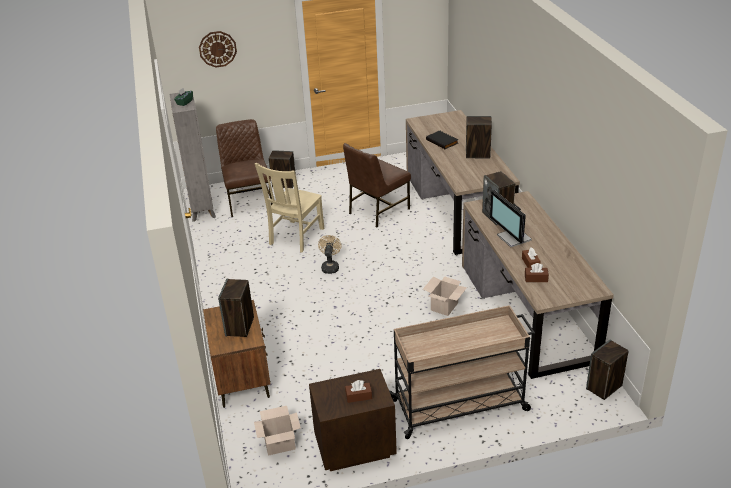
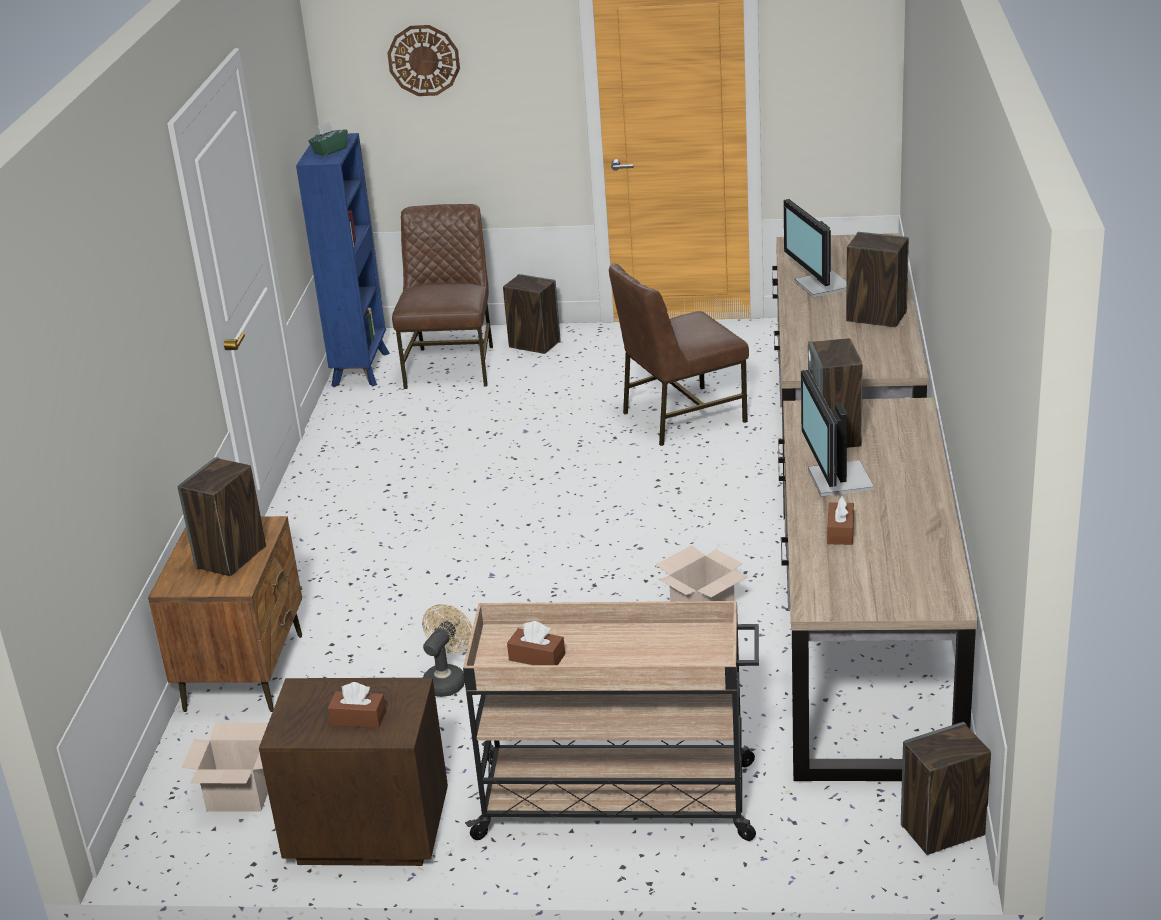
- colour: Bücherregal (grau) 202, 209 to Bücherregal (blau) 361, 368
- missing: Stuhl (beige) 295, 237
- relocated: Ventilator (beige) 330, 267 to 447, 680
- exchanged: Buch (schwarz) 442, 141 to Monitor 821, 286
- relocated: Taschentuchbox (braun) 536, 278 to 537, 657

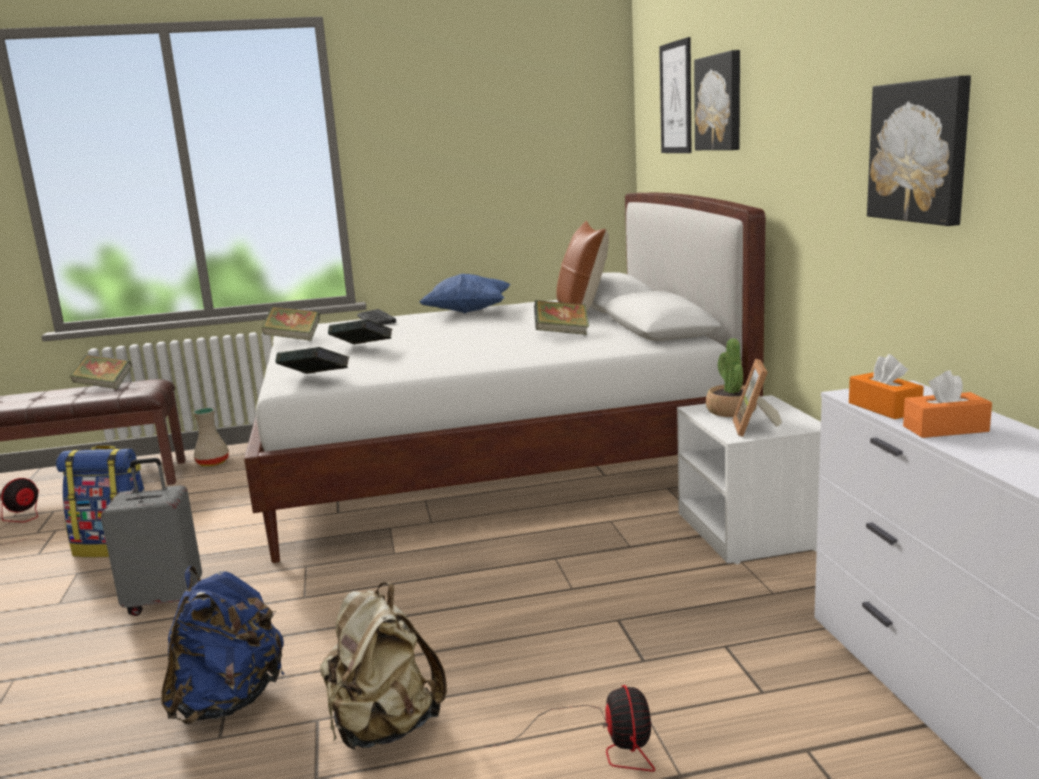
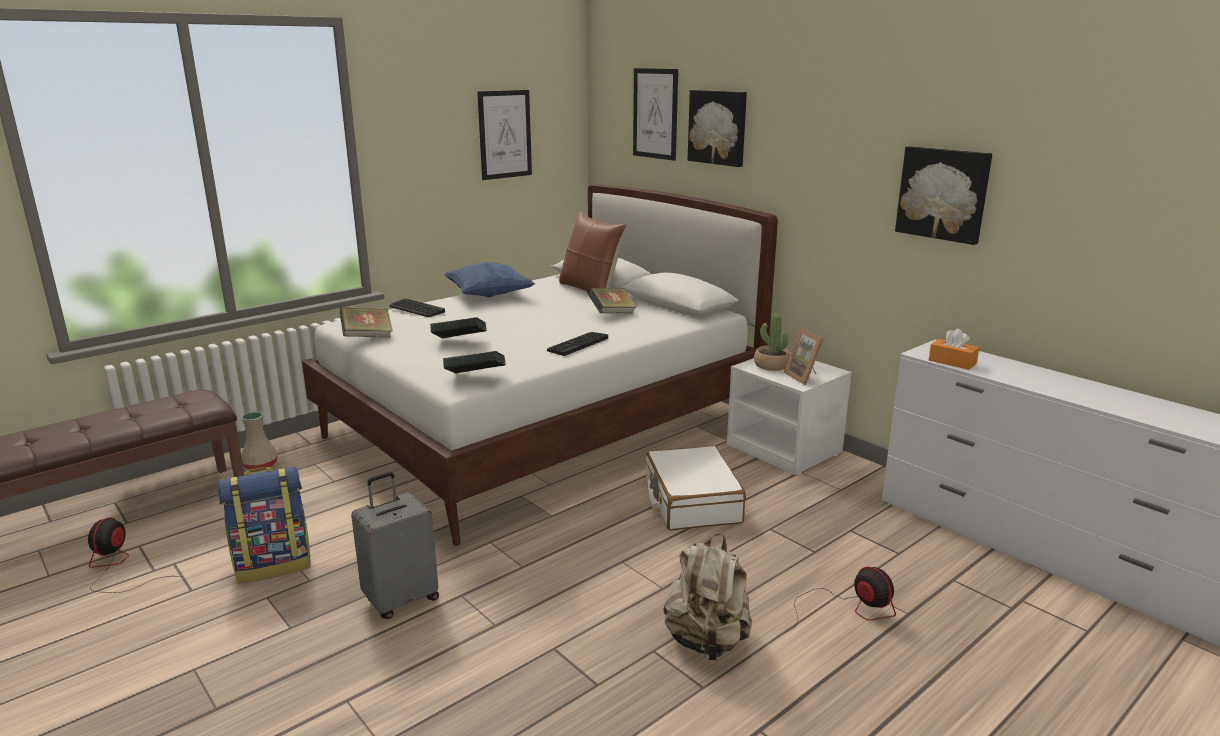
- missing: Buch 104, 386
- missing: Rucksack (blau) 229, 701
- missing: Taschentuchbox (orange) 945, 429
- appeared: Bild 505, 134
- appeared: Tastatur 577, 344
- appeared: Koffer (weiß) 691, 502

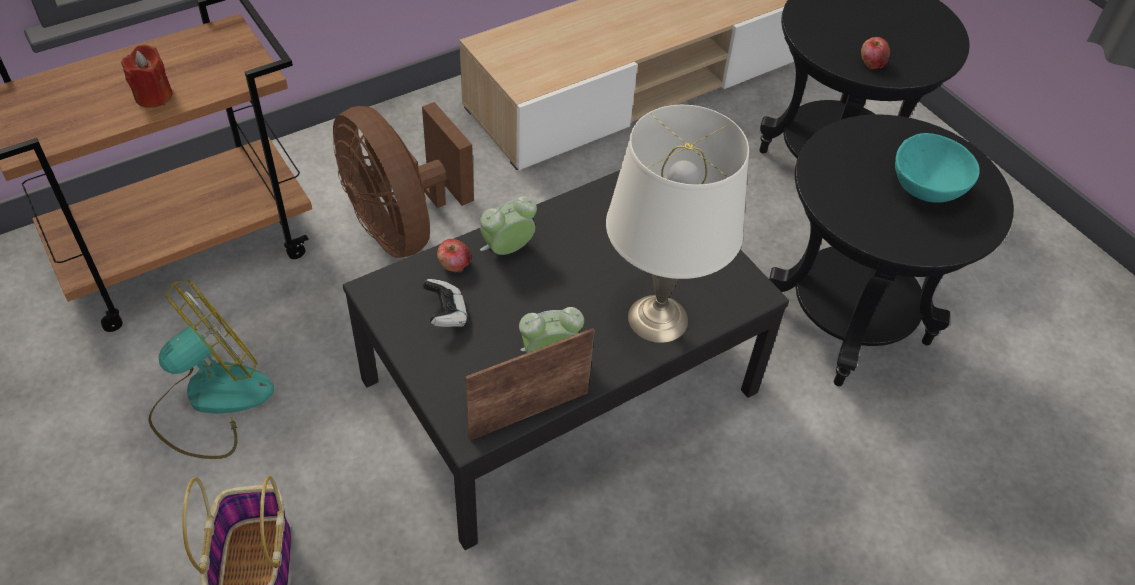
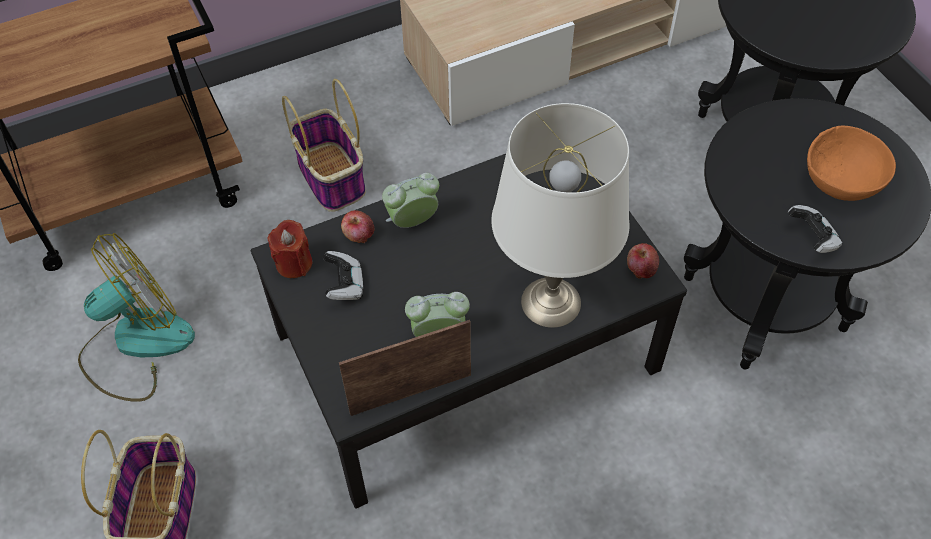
- relocated: Kerze (rot) 153, 96 to 294, 263
- exchanged: Ventilator (braun) 402, 225 to Korb 332, 178
- relocated: Apfel 872, 63 to 641, 269
- colour: Schüssel (türkis) 926, 189 to Schüssel (orange) 840, 183
- appeared: Gamepad 812, 238

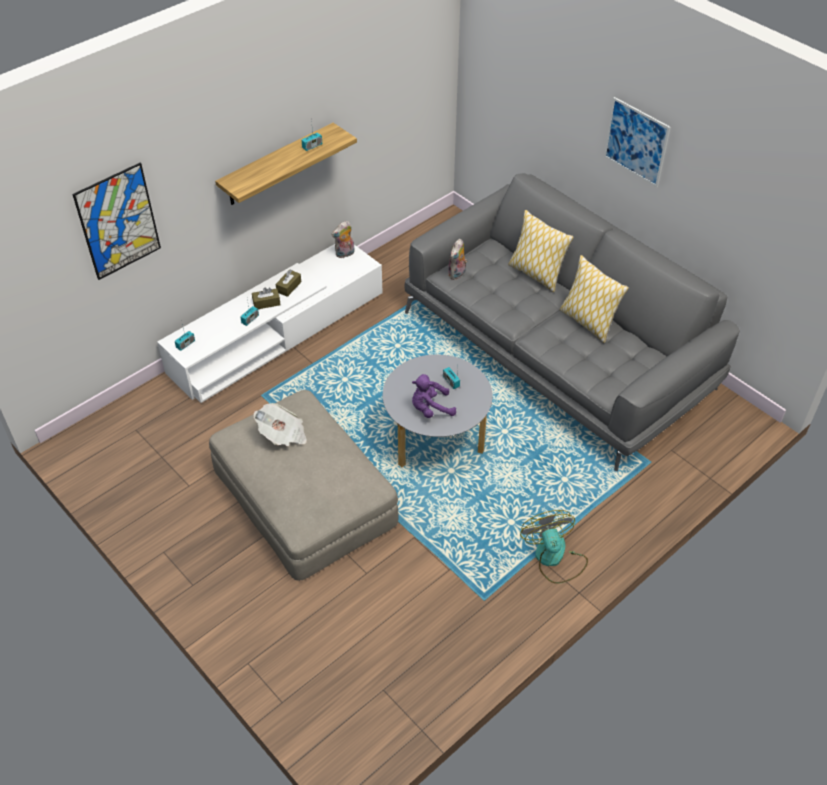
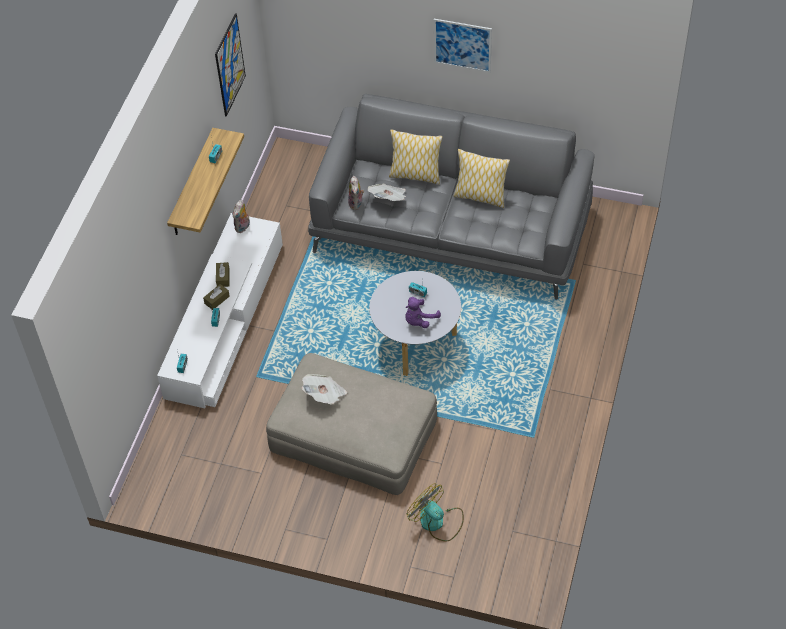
- relocated: Bild 118, 222 to 230, 65
- relocated: Ventilator 554, 558 to 437, 522
- appeared: Zeitung 389, 199

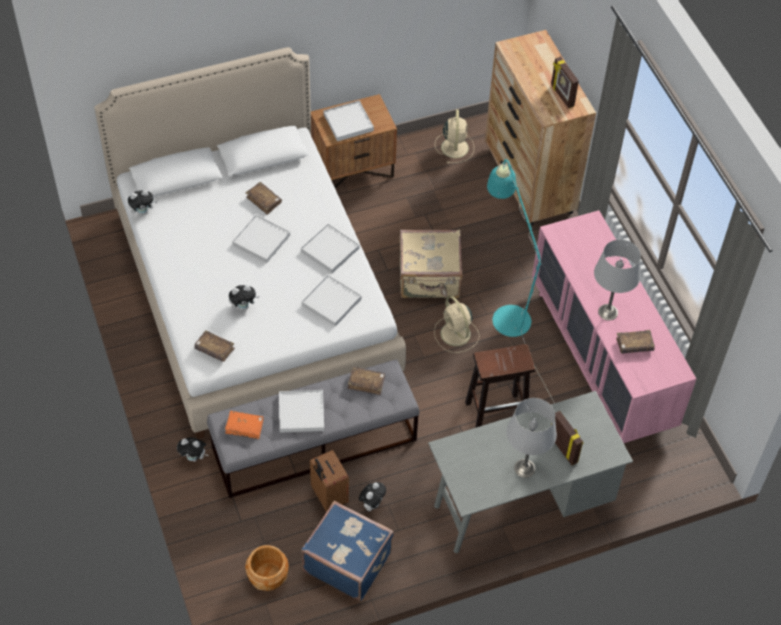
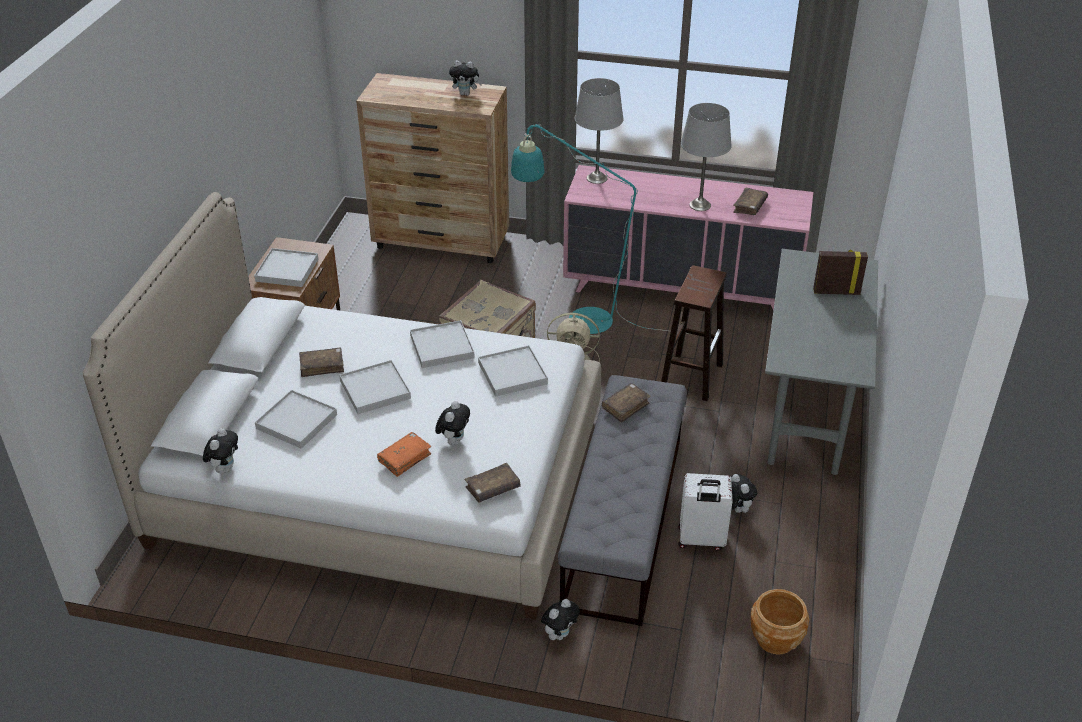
- relocated: Buch (orange) 244, 427 to 404, 458
- relocated: Tablett (weiß) 301, 412 to 296, 421
- missing: Koffer (blau) 347, 561
- colour: Koffer (braun) 328, 497 to Koffer (weiß) 701, 540
- missing: Ventilator (beige) 454, 147
- relocated: Tischlampe (grau) 524, 468 to 596, 178
- exchanged: Bilderrahmen 561, 96 to Plüschtier 466, 94

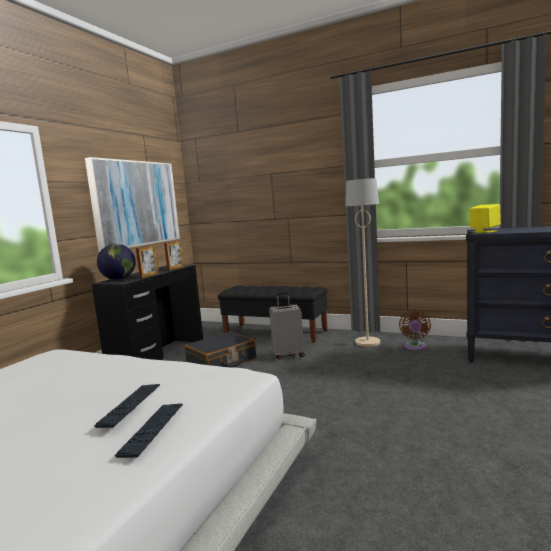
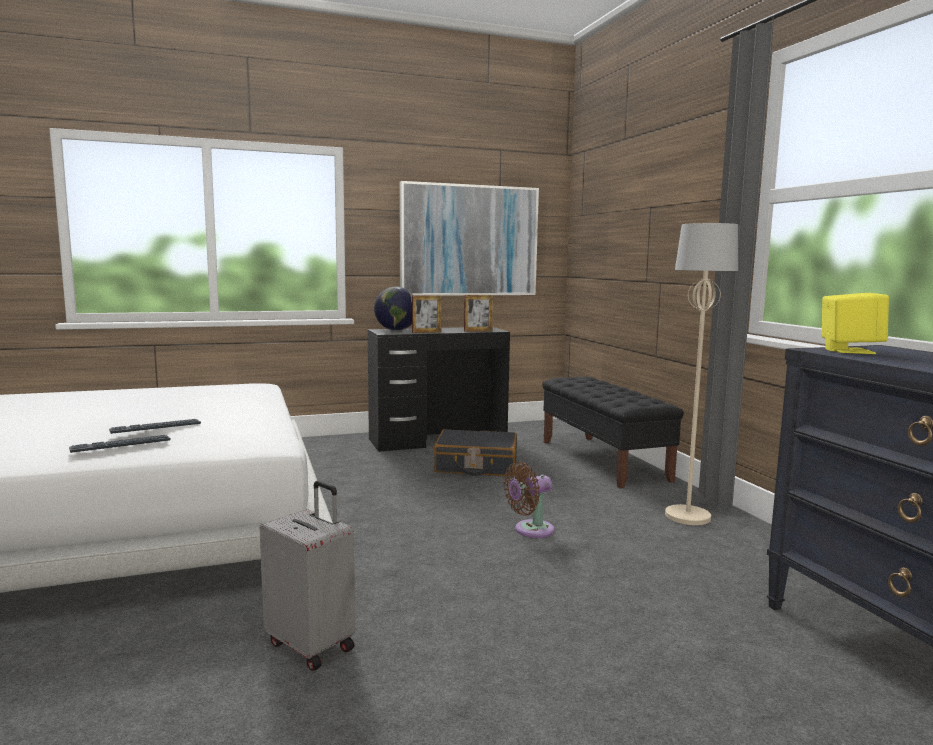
- relocated: Koffer (grau) 288, 354 to 312, 645
- relocated: Ventilator (braun) 415, 347 to 530, 530

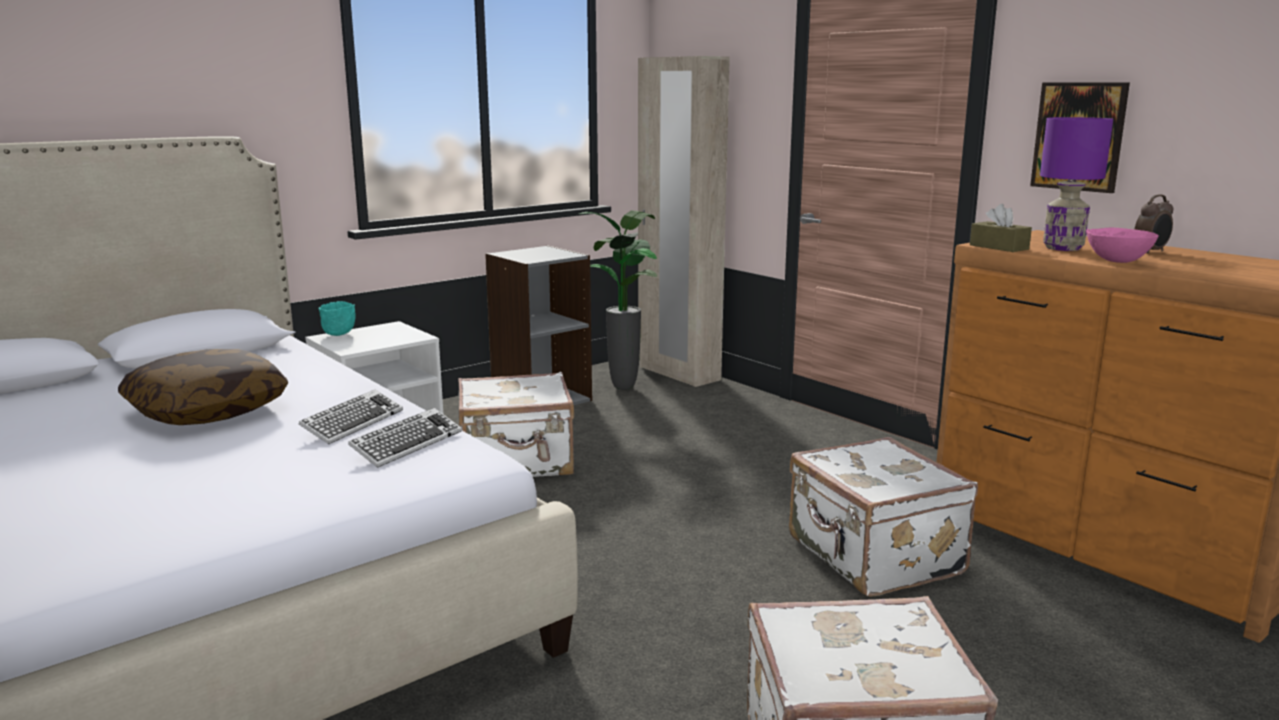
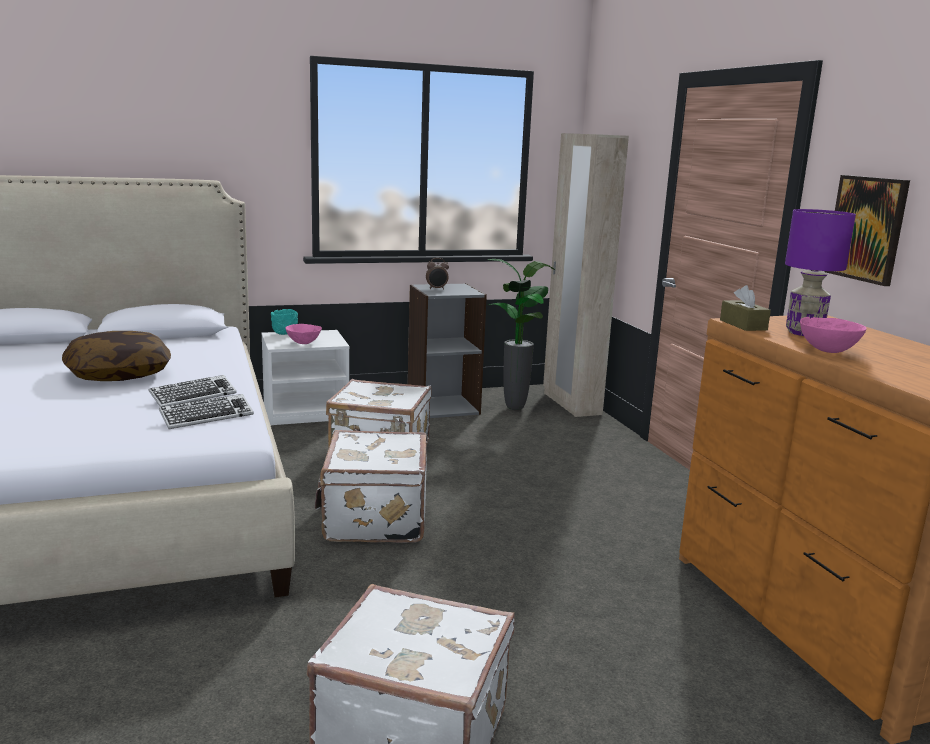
- relocated: Koffer (weiß) 872, 557 to 373, 519
- relocated: Wecker 1151, 251 to 437, 289
- appeared: Schüssel (rosa) 303, 343

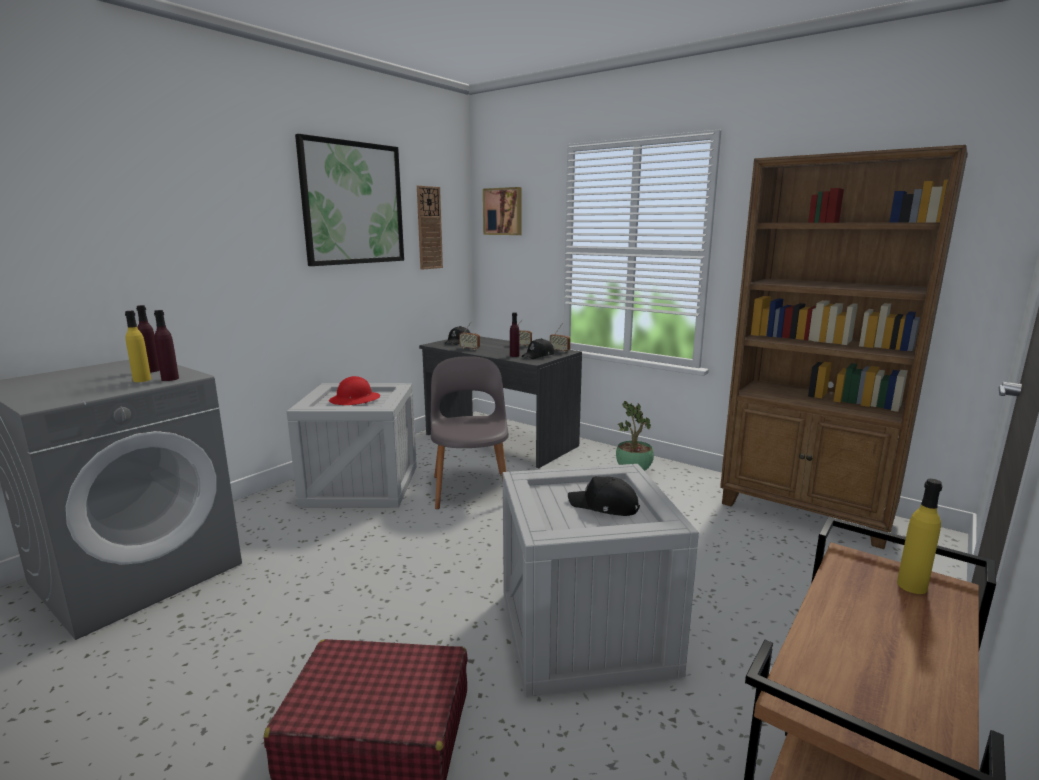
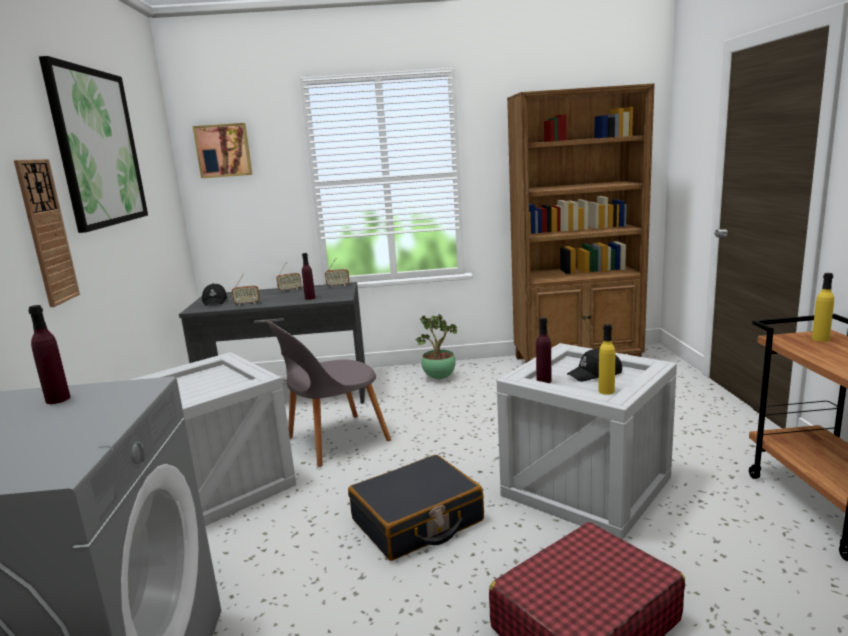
- relocated: Flasche (gelb) 142, 380 to 606, 391
- relocated: Flasche (lila) 170, 379 to 544, 381
- missing: Schutzhelm (rot) 355, 400
- relocated: Wanduhr 429, 228 to 47, 232
- spun: Stuhl (grau) 471, 488 = 334, 440 75 degrees counterclockwise
- missing: Kappe (schwarz) 538, 356
- appeared: Koffer (schwarz) 417, 521

